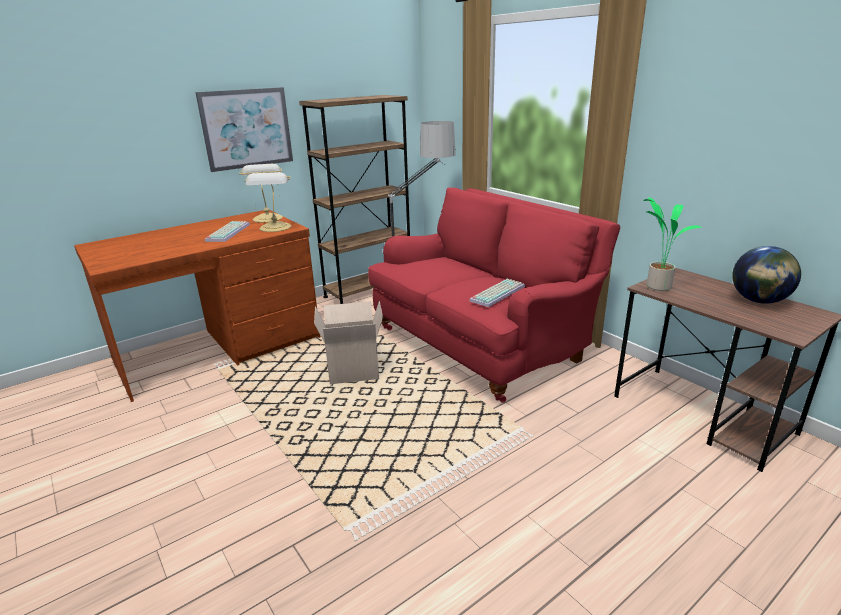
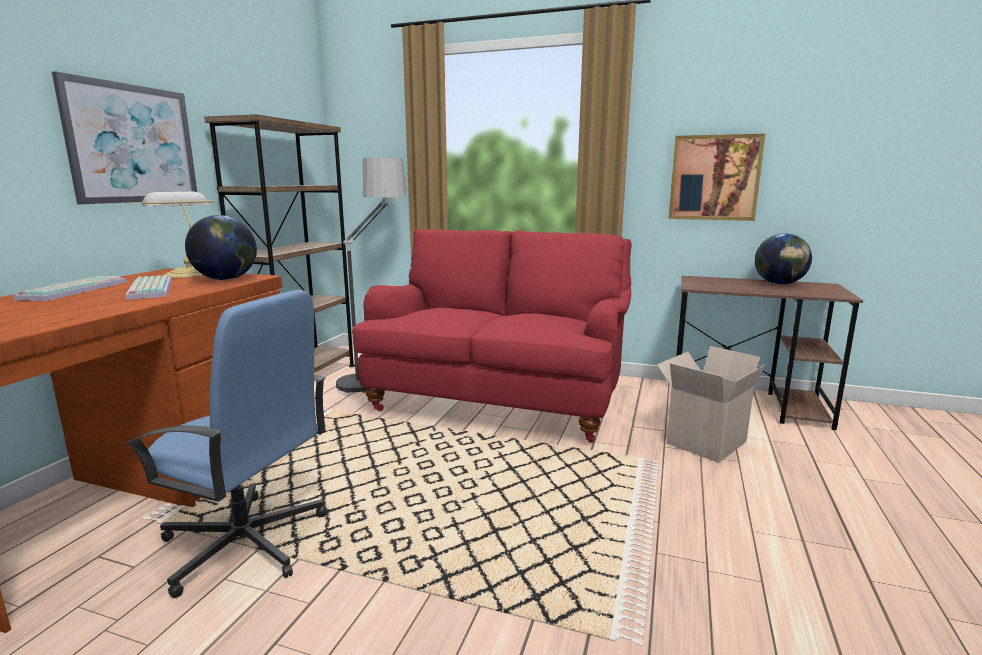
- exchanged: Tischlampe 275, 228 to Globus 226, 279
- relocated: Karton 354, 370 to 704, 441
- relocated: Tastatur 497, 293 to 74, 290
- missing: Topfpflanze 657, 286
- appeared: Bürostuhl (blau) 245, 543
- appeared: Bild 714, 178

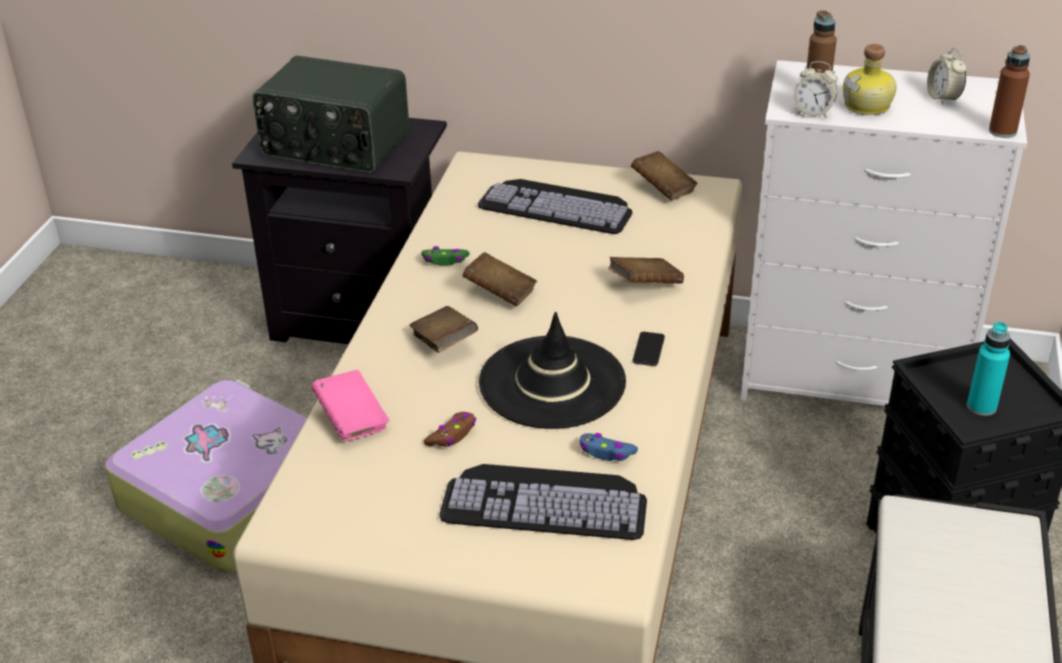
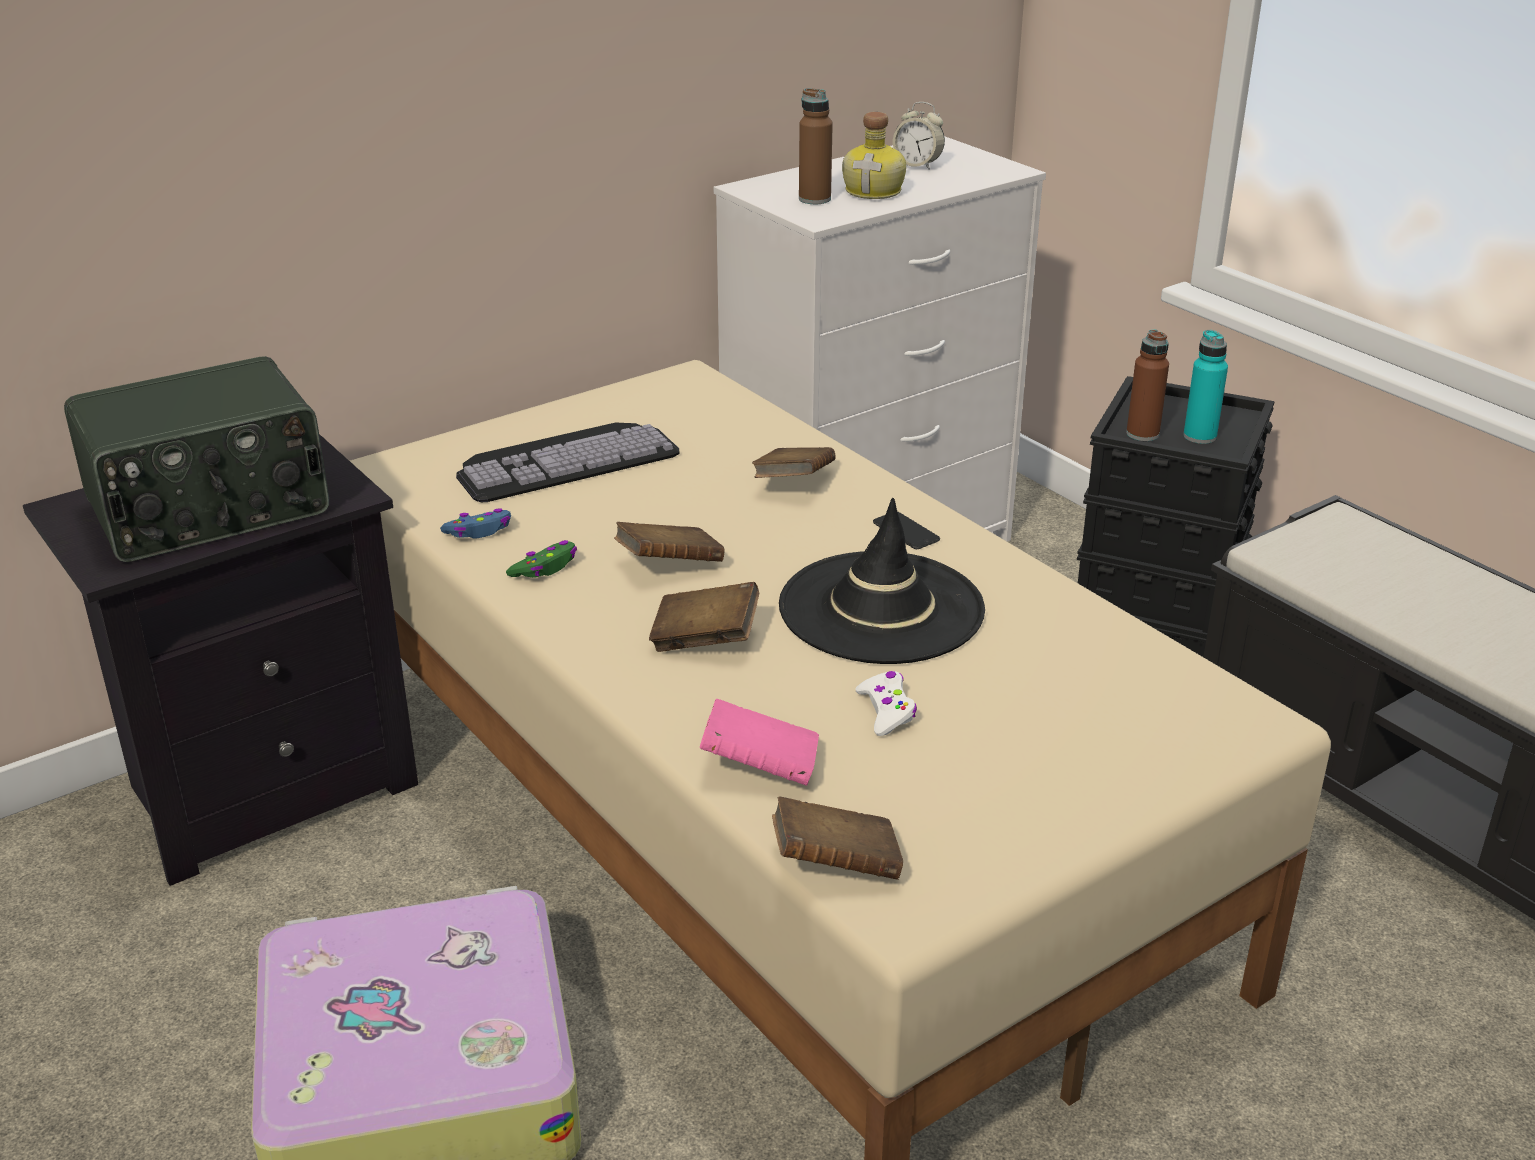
- colour: Gamepad (braun) 452, 435 to Gamepad (weiß) 886, 711
- missing: Tastatur 547, 500
- relocated: Gamepad (blau) 606, 452 to 479, 531
- relocated: Buch (braun) 663, 189 to 835, 864
- missing: Wecker 813, 112
- relocated: Flasche (braun) 1002, 131 to 1142, 434

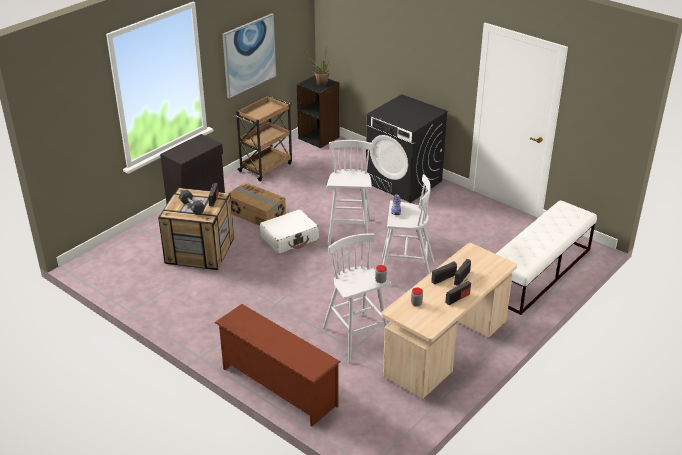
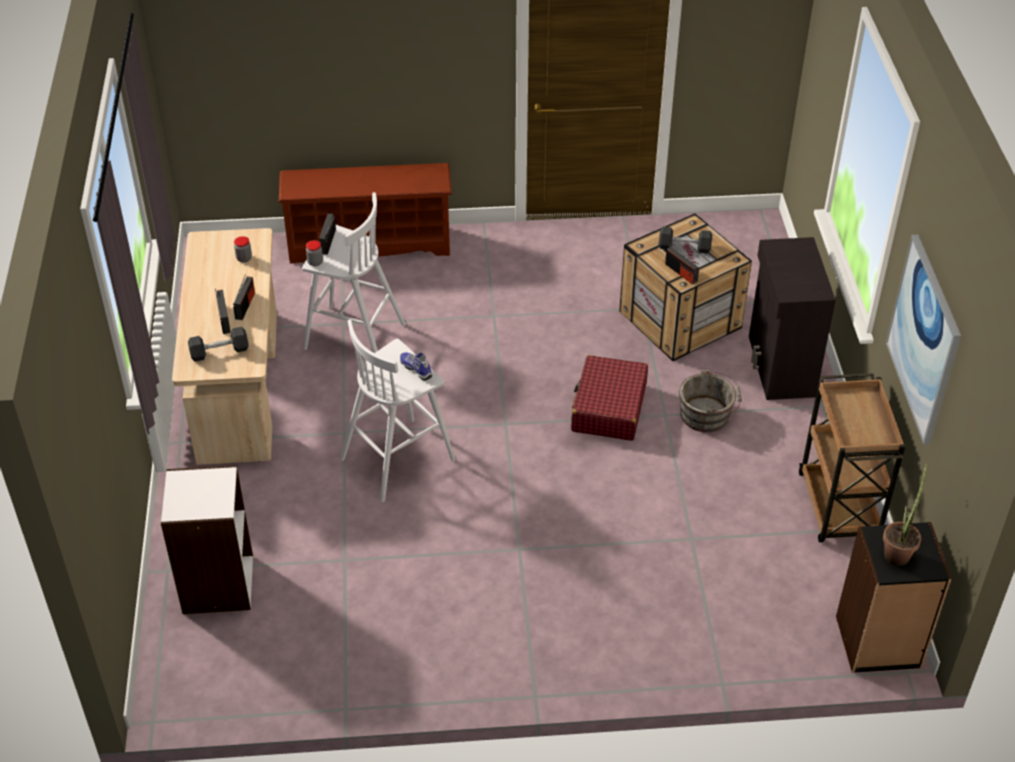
- exchanged: Karton 256, 214 to Eimer (grau) 708, 414
- colour: Koffer (weiß) 290, 238 to Koffer (rot) 608, 408
- missing: Hocker (weiß) 349, 232
- missing: Waschmaschine (schwarz) 404, 182
- relocated: Radio 457, 298 to 328, 241
- exchanged: Bank (weiß) 538, 273 to Bücherregal (weiß) 217, 584
- appeared: Hantel (grau) 219, 352

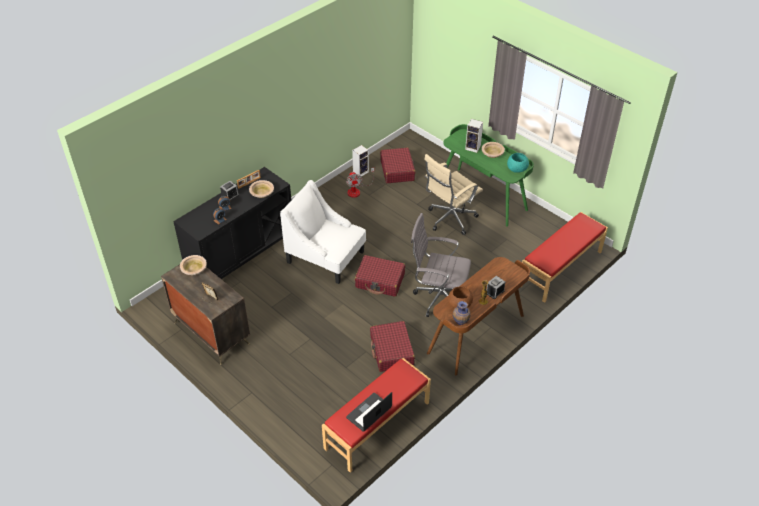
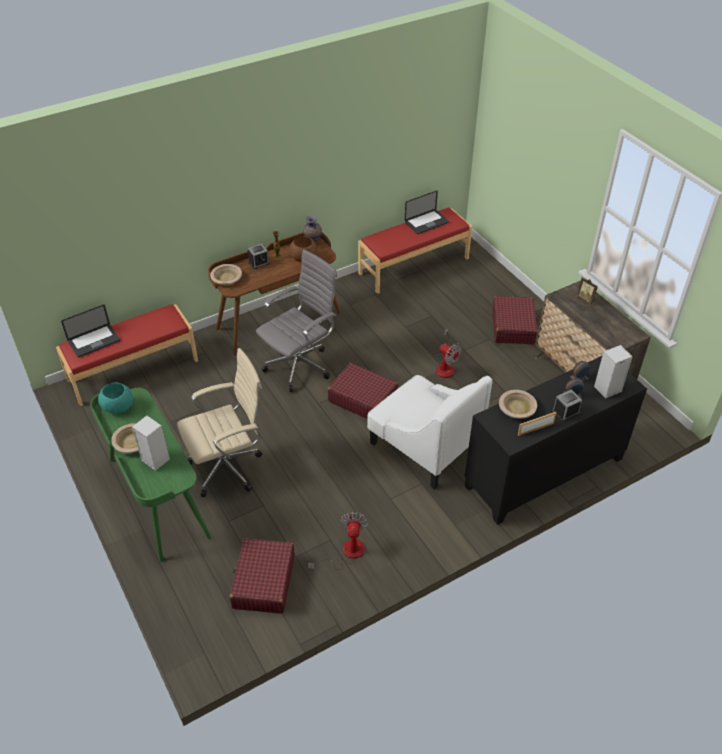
- relocated: Schüssel (beige) 194, 268 to 226, 279
- relocated: Lautsprecher 361, 171 to 607, 389
- relocated: Koffer (rot) 391, 351 to 513, 326
- spun: Bürostuhl (grau) 438, 298 = 301, 365 75 degrees counterclockwise
- appeared: Laptop 94, 341
- appeared: Ventilator 445, 366

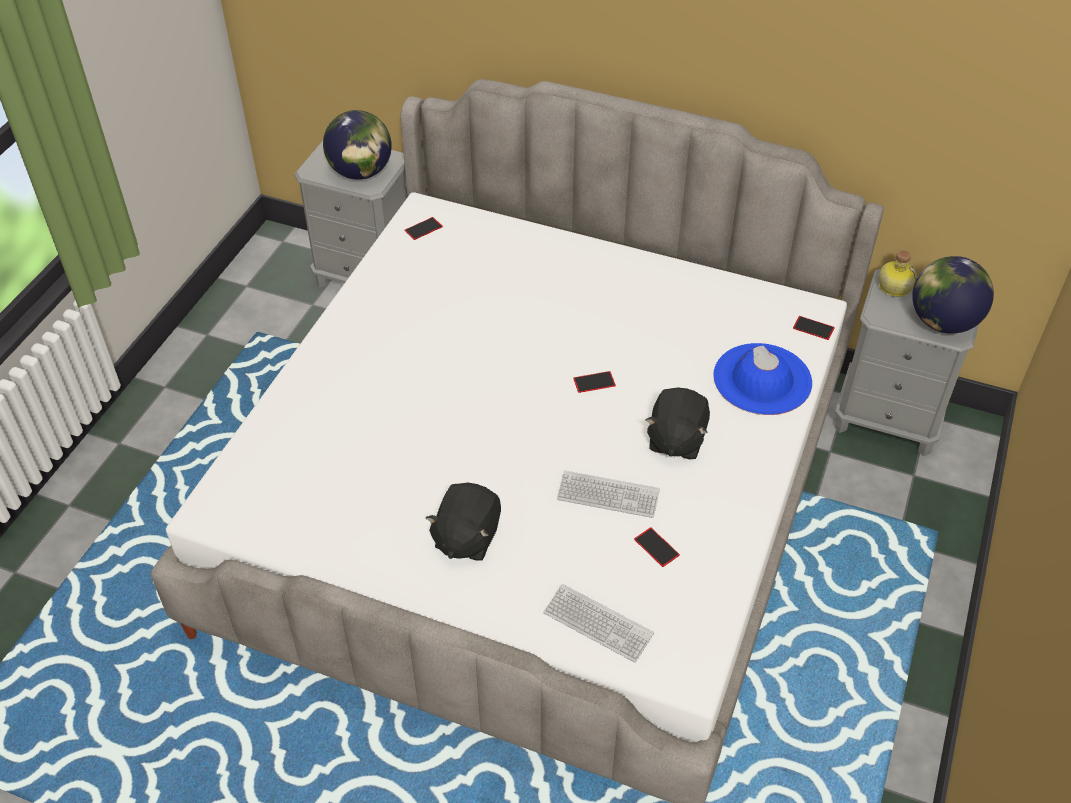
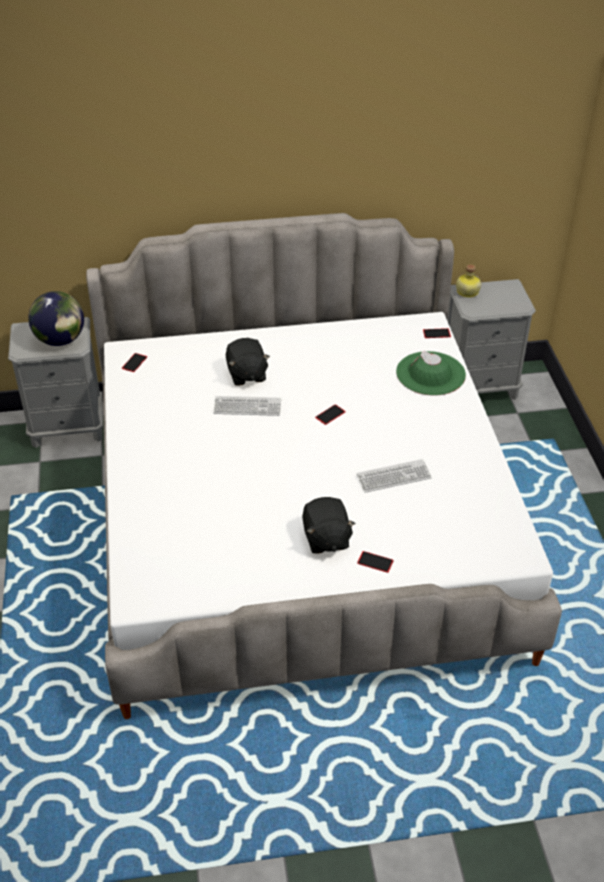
- relocated: Tastatur 598, 624 to 247, 407
- relocated: Handy 656, 547 to 375, 562
- relocated: Plüschtier (schwarz) 675, 439 to 246, 374
- colour: Hut (blau) 762, 379 to Hut (grün) 430, 374
- missing: Globus 942, 322

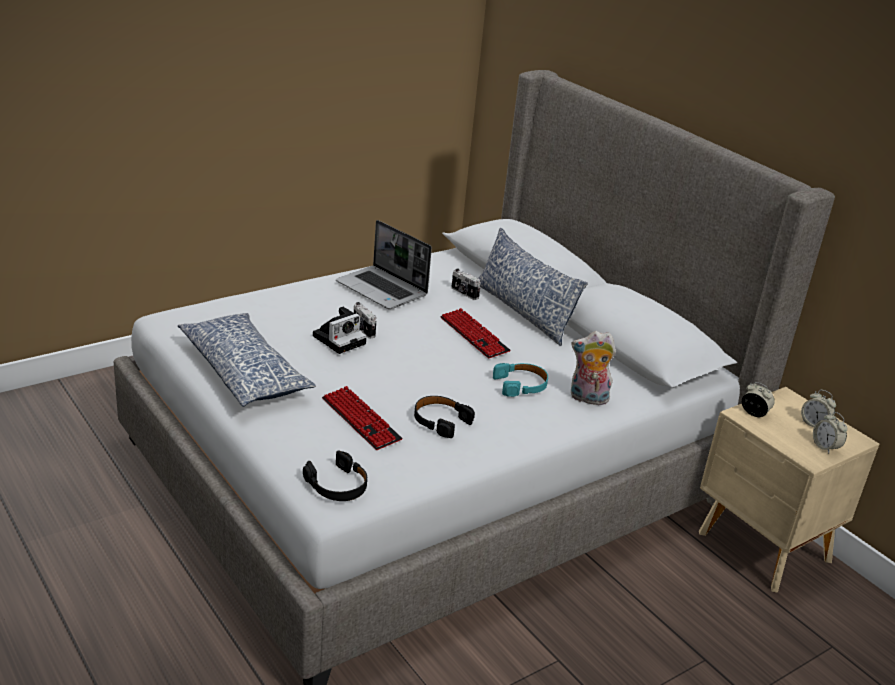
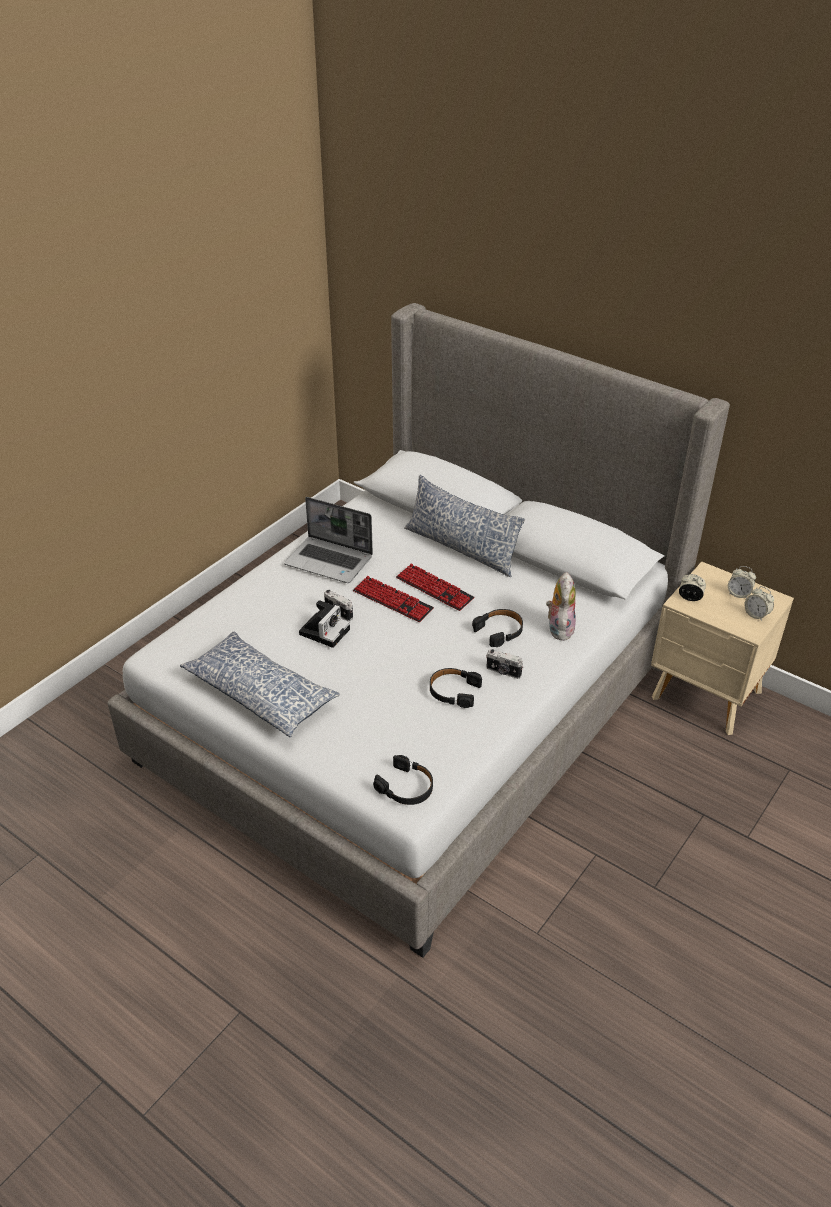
- relocated: Tastatur 361, 420 to 392, 600
- relocated: Kamera 464, 293 to 503, 672
- colour: Kopfhörer (türkis) 521, 385 to Kopfhörer (schwarz) 499, 631
- spun: Plüschtier 587, 399 = 559, 628 105 degrees clockwise

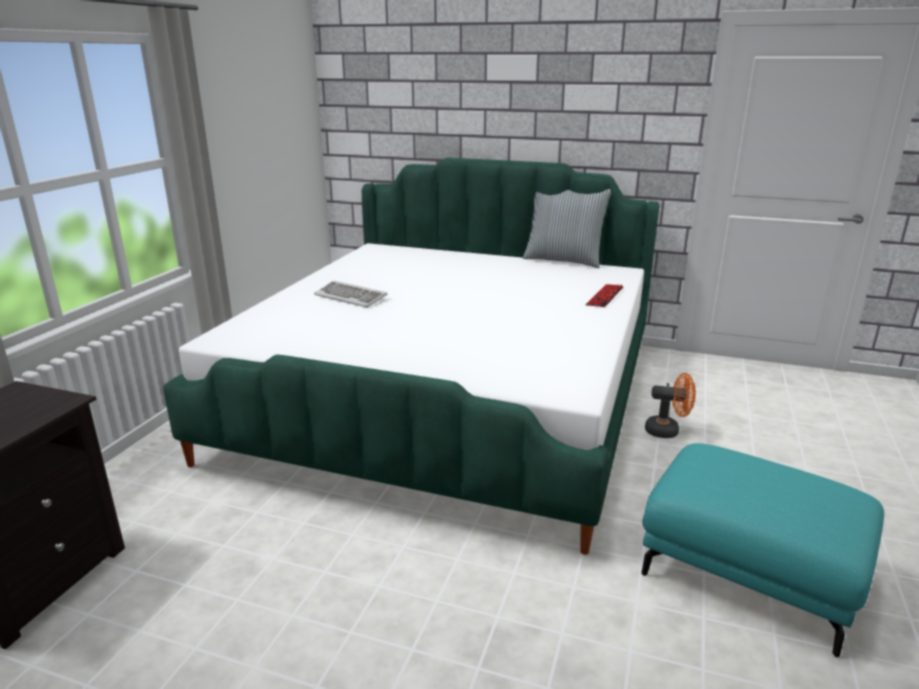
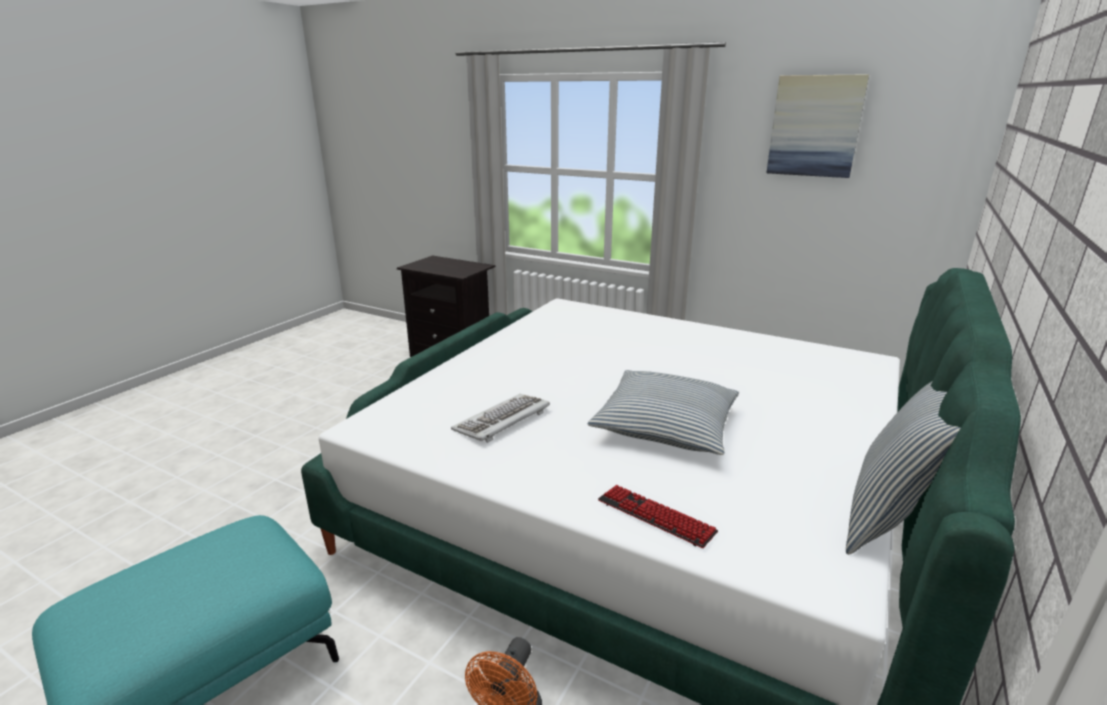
- relocated: Tastatur 351, 297 to 502, 420
- appeared: Kissen 666, 425
- appeared: Bild 815, 126

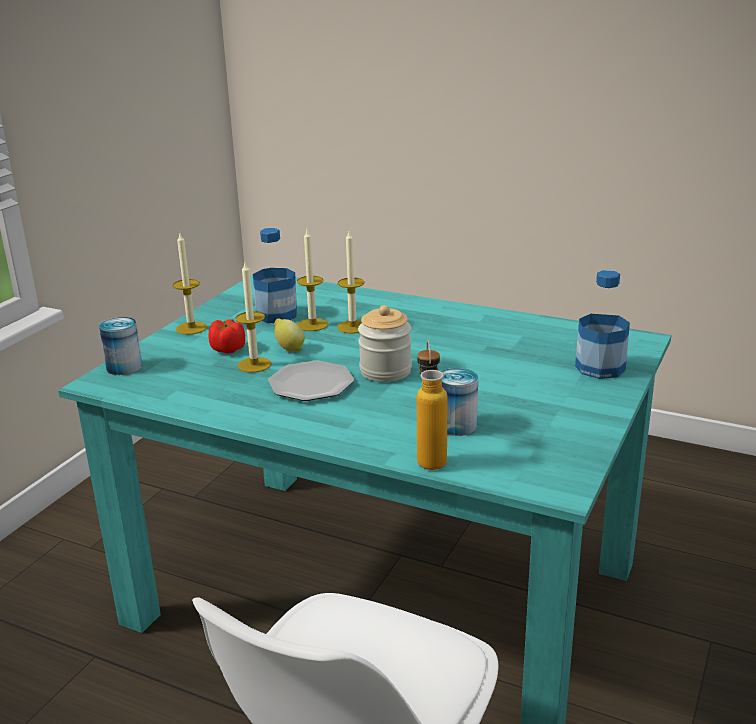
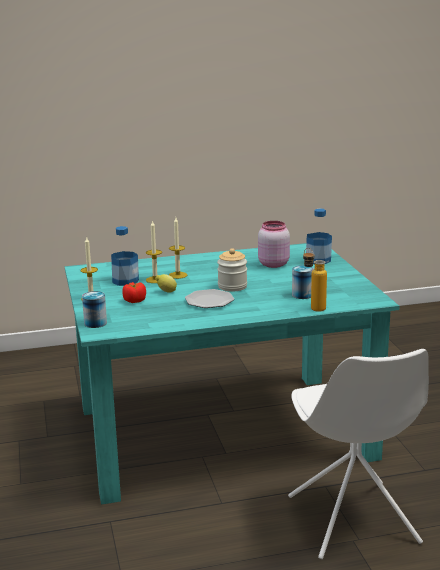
- missing: Kerze 254, 365
- appeared: Vorratsglas (rosa) 272, 264

